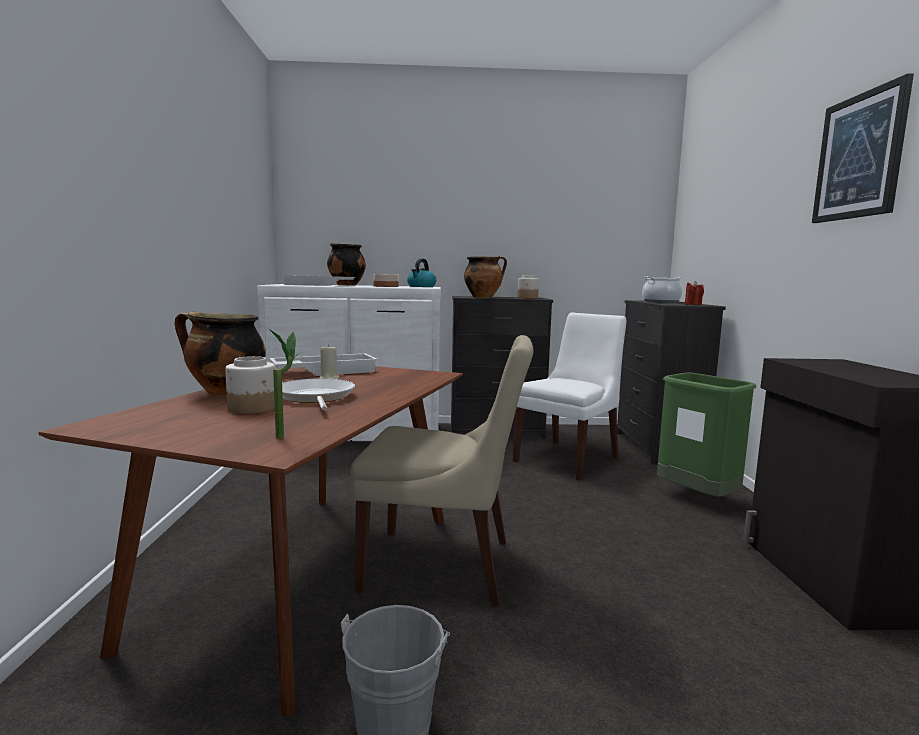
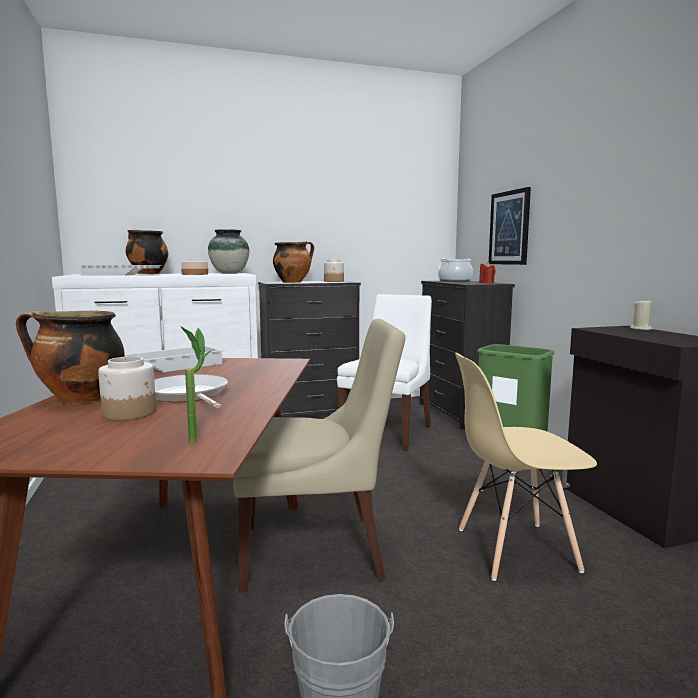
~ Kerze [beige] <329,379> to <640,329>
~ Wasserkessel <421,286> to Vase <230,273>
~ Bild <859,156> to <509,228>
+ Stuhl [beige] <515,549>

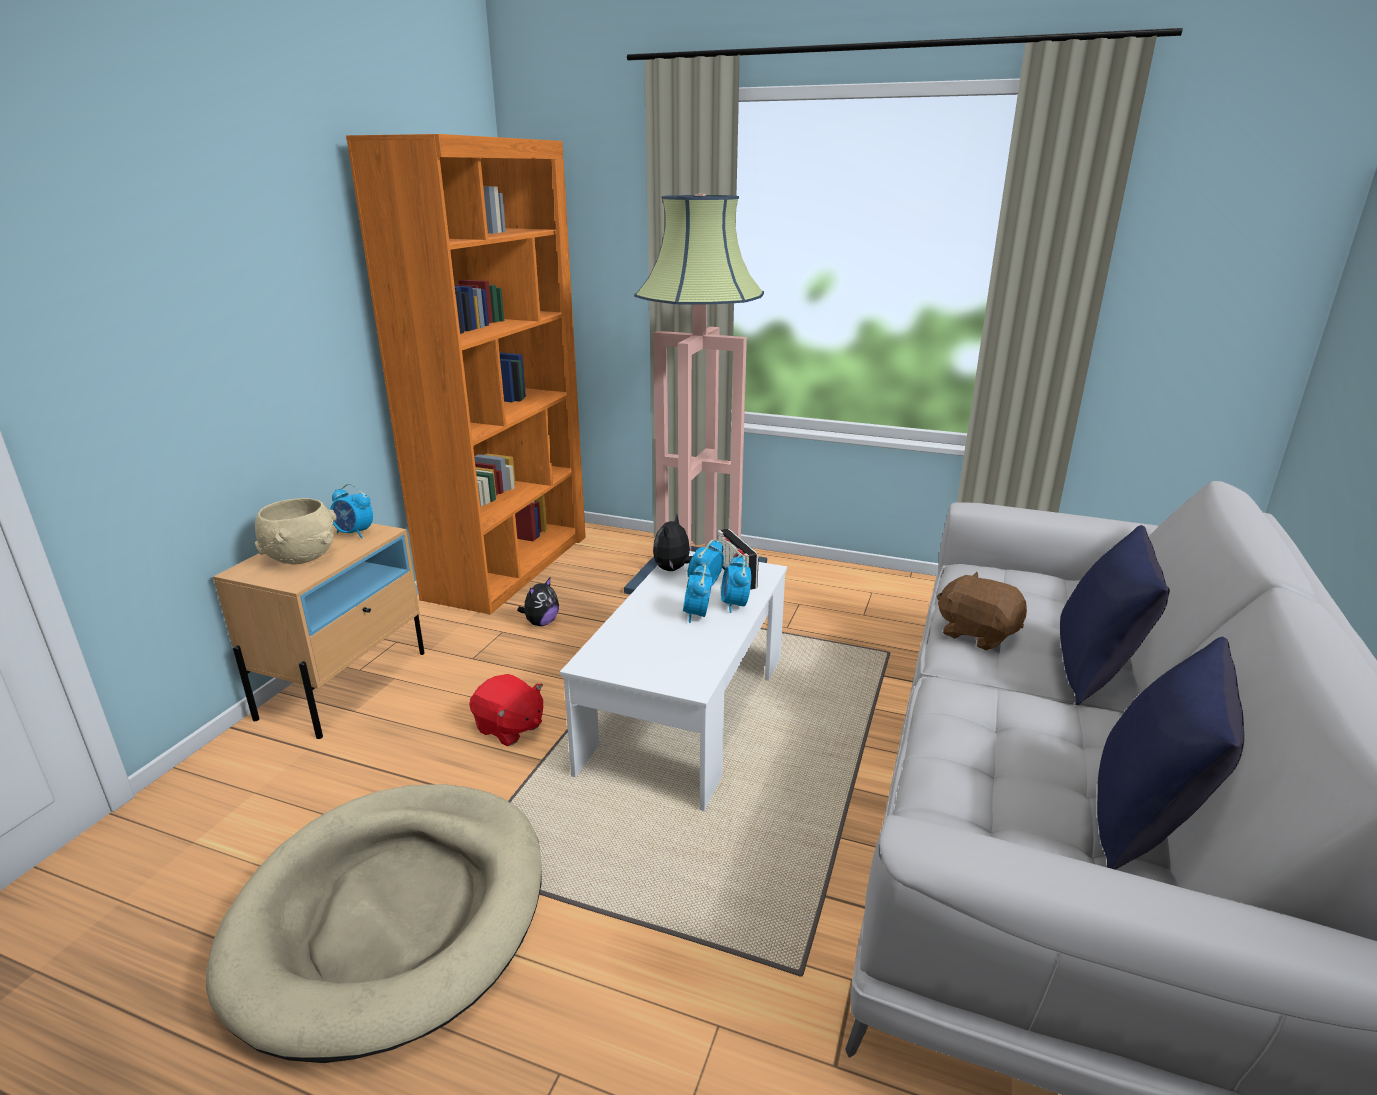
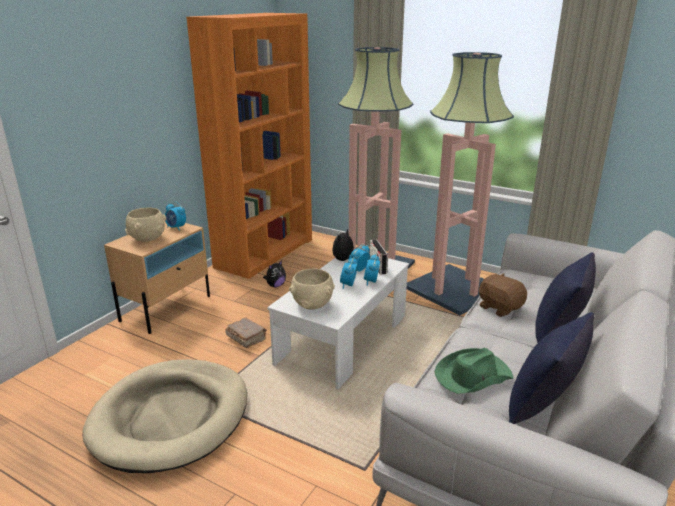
~ Plüschtier [rot] <509,728> to Buch [braun] <246,338>
+ Schüssel [beige] <312,304>
+ Stehlampe <453,289>
+ Hut [grün] <472,376>

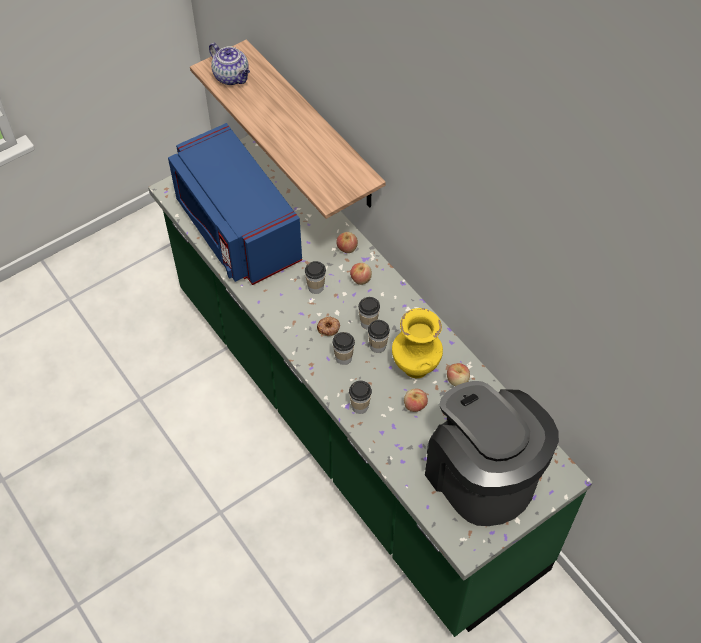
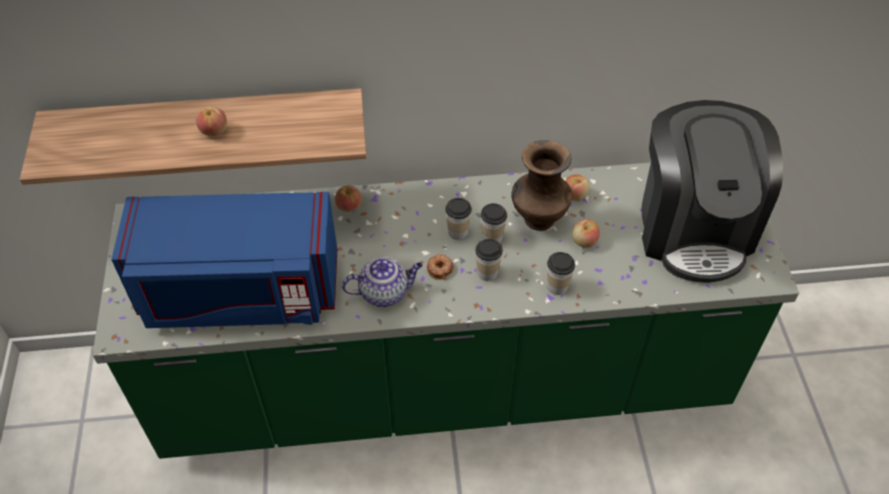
~ Teekanne <232,77> to <384,292>
- Tasse <316,287>
~ Apfel <361,279> to <214,131>
~ Vase [gelb] <415,366> to Vase [braun] <537,220>
~ Kaffeemaschine <481,475> = <693,228> 90 degrees counterclockwise

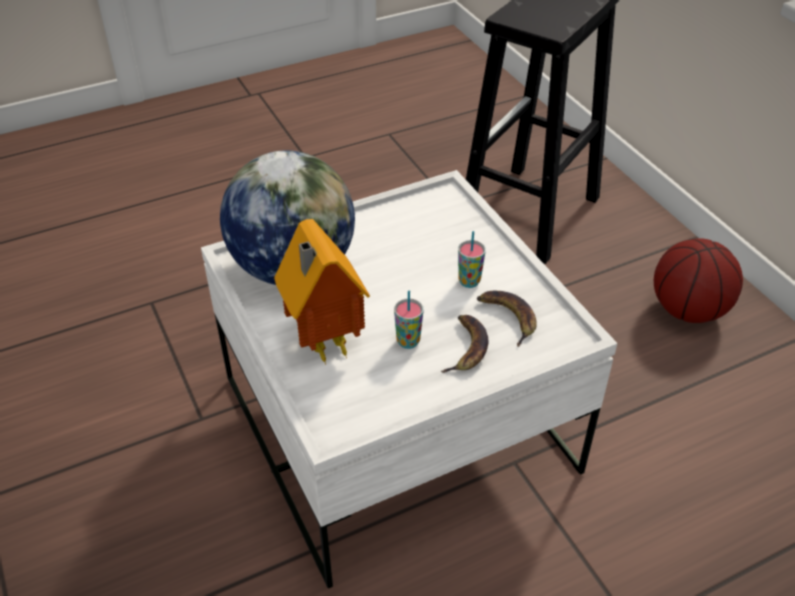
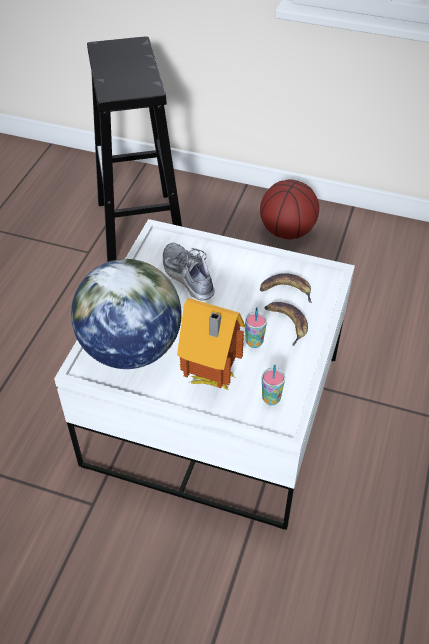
~ Tasse <469,281> to <271,399>
+ Schuh <187,277>

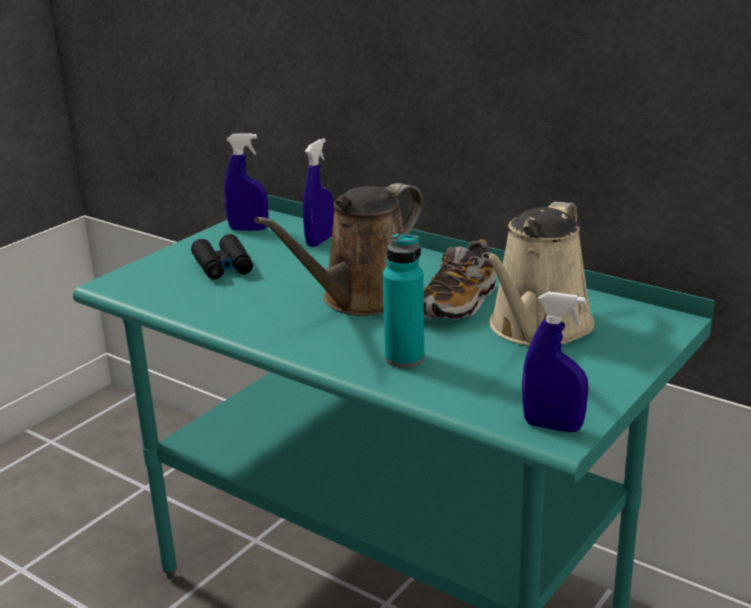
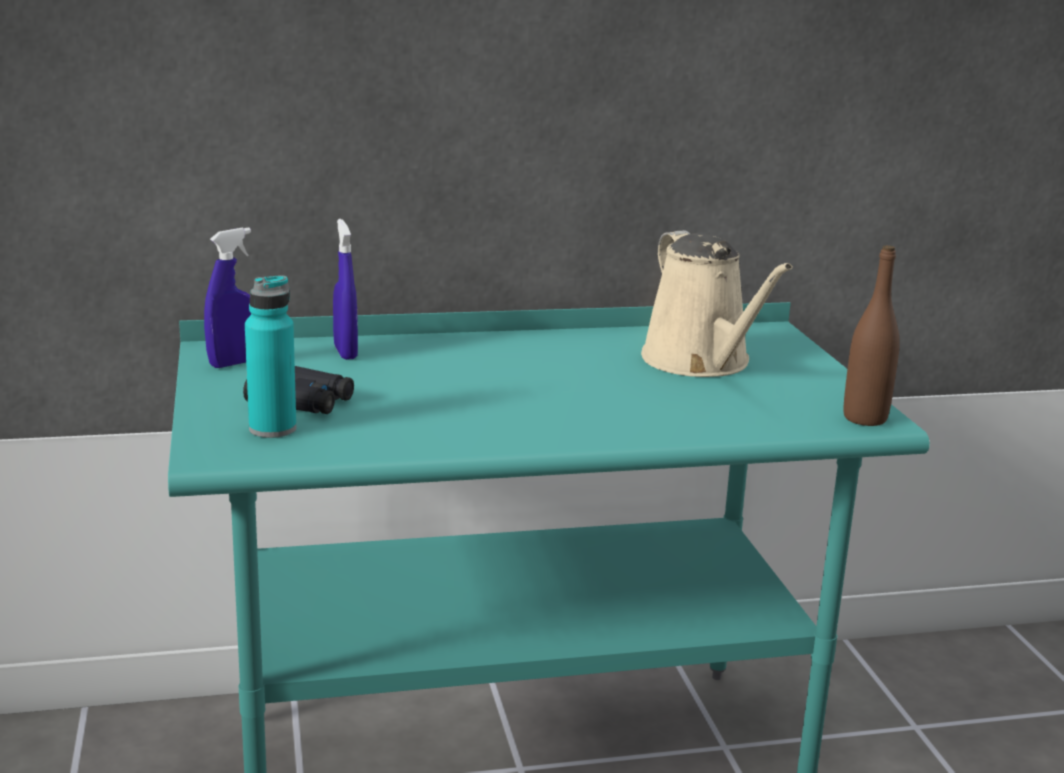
- Gießkanne [braun] <363,299>
~ Flasche [türkis] <404,358> to <272,429>
- Schuh <459,303>
~ Sprühflasche [blau] <552,426> to Flasche [braun] <865,418>

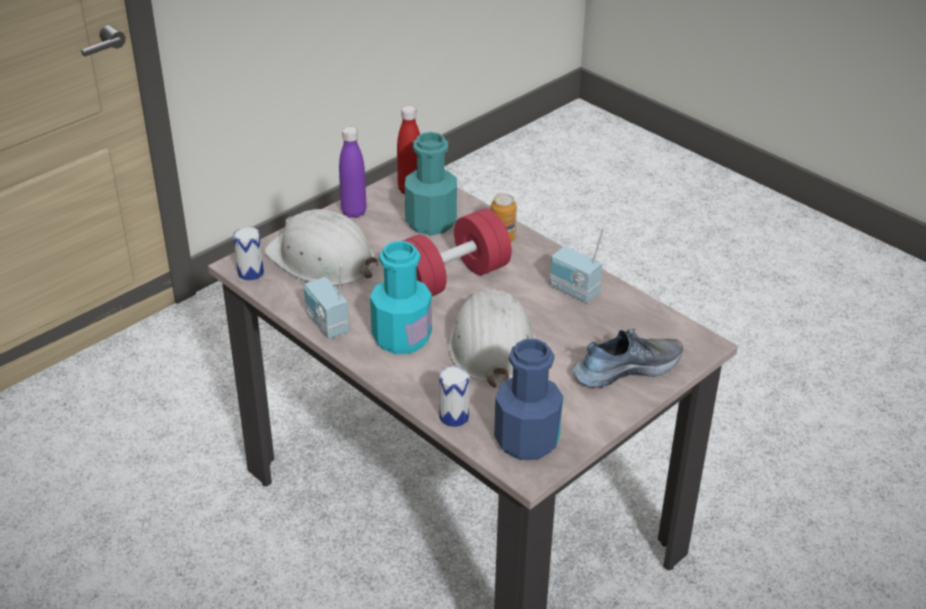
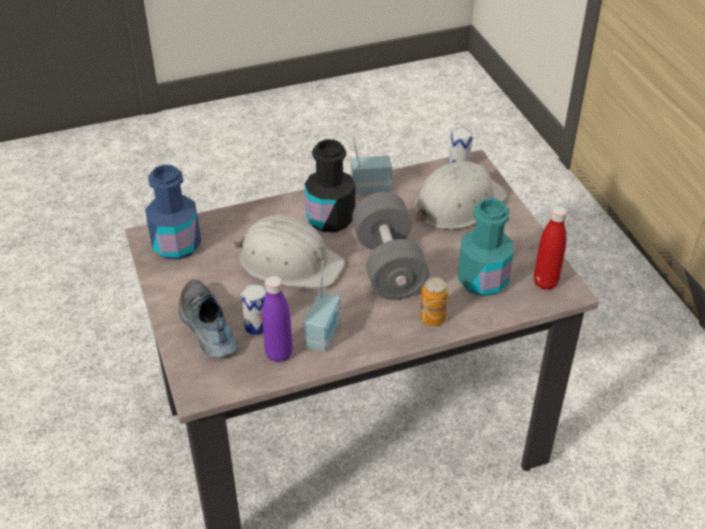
~ Flasche [lila] <354,212> to <279,354>
~ Flasche [türkis] <402,338> to Flasche [schwarz] <330,219>
~ Hantel [rot] <450,279> to Hantel [grau] <388,266>
~ Dose <454,417> to <257,326>
~ Radio <573,292> = <324,335> 135 degrees clockwise
~ Schuh <625,368> = <206,327> 150 degrees clockwise

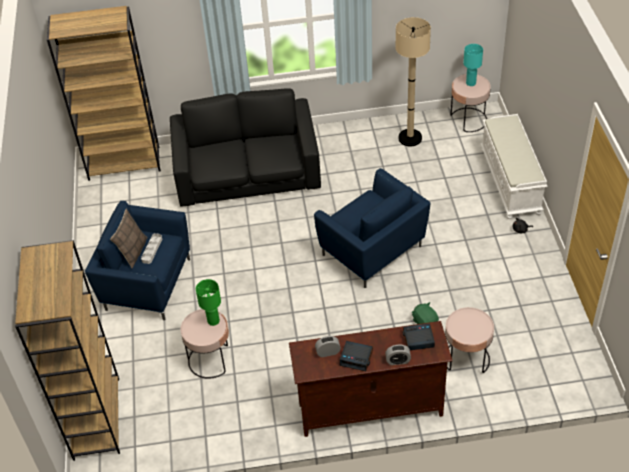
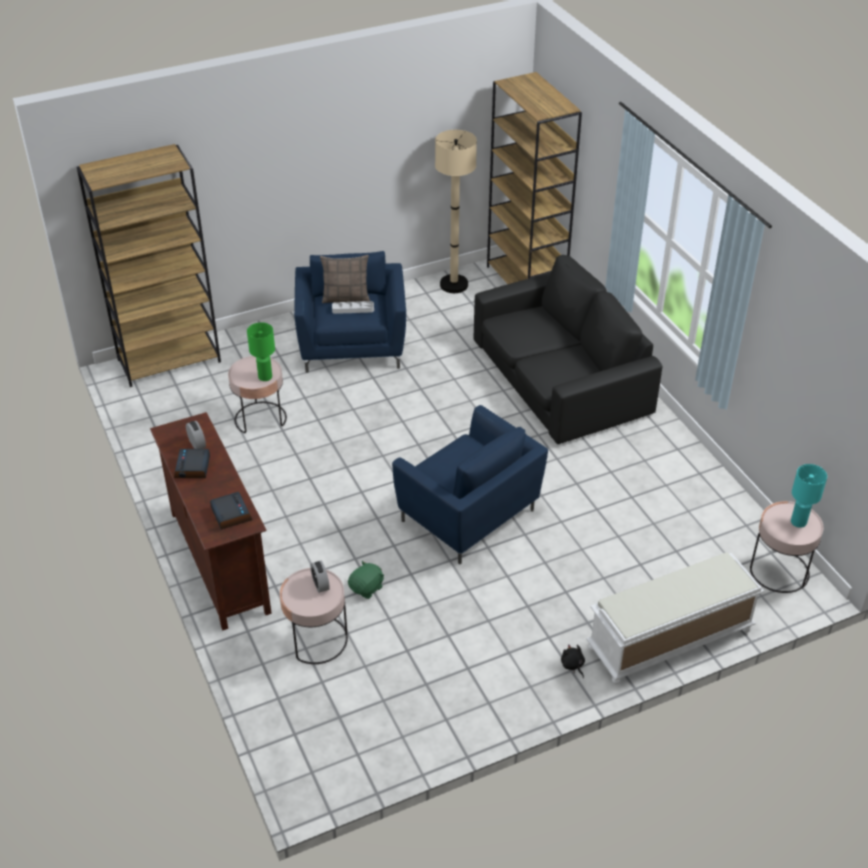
~ Sessel [blau] <372,251> = <469,517> 75 degrees counterclockwise
~ Wecker <398,361> to <320,584>
~ Stehlampe [beige] <410,138> to <454,285>

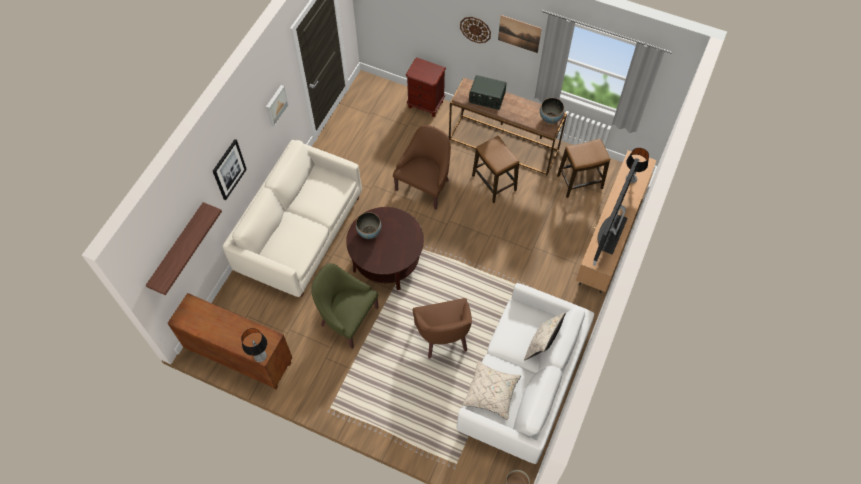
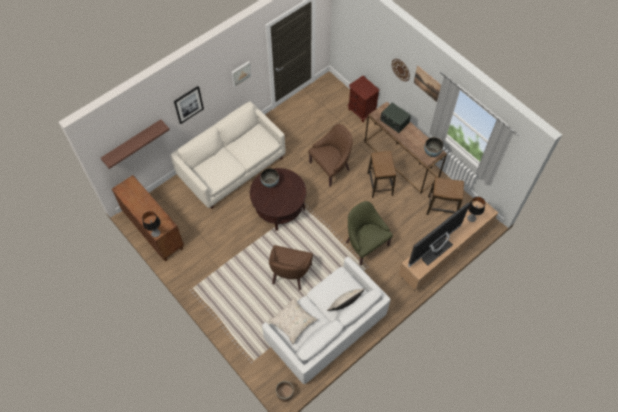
~ Sessel [grün] <347,318> to <365,244>

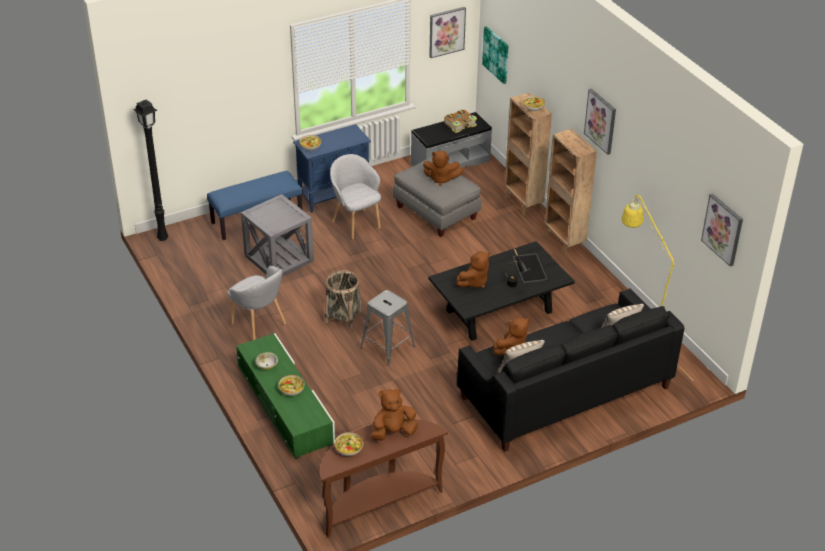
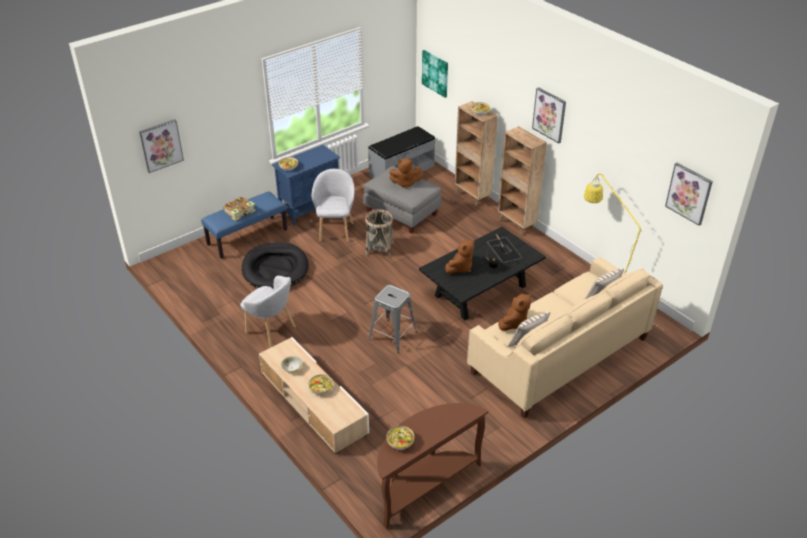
- Stehlampe [schwarz] <164,238>
~ Fernsehschrank [grün] <285,405> to Fernsehschrank [beige] <313,403>
~ Beistelltisch [grau] <279,258> to Hundebett [schwarz] <275,269>
~ Korb <343,316> to <379,248>
~ Sessel [grau] <356,223> = <335,230> 45 degrees clockwise
- Plüschtier [braun] <393,432>
~ Bild <446,31> to <161,145>
~ Buch <460,125> to <240,212>
~ Sofa [schwarz] <564,392> to Sofa [beige] <559,355>

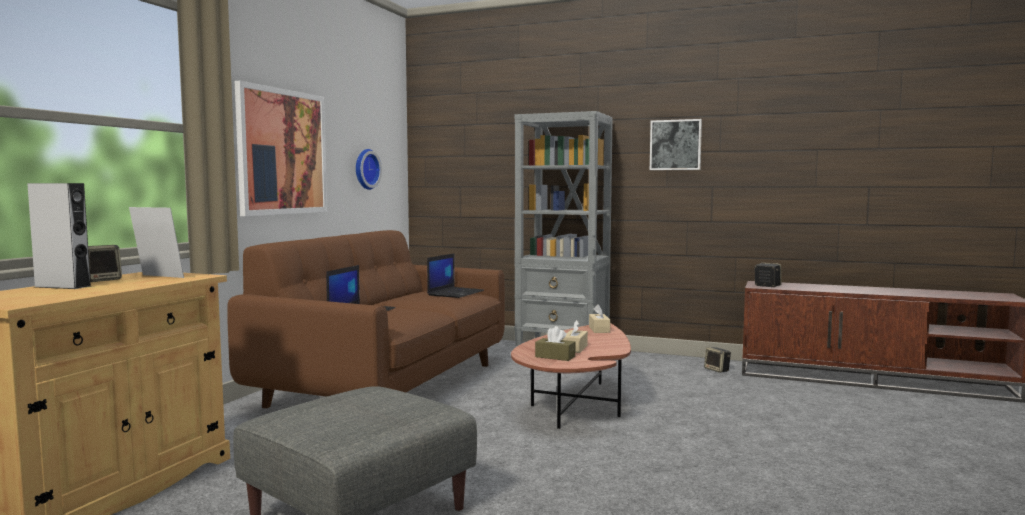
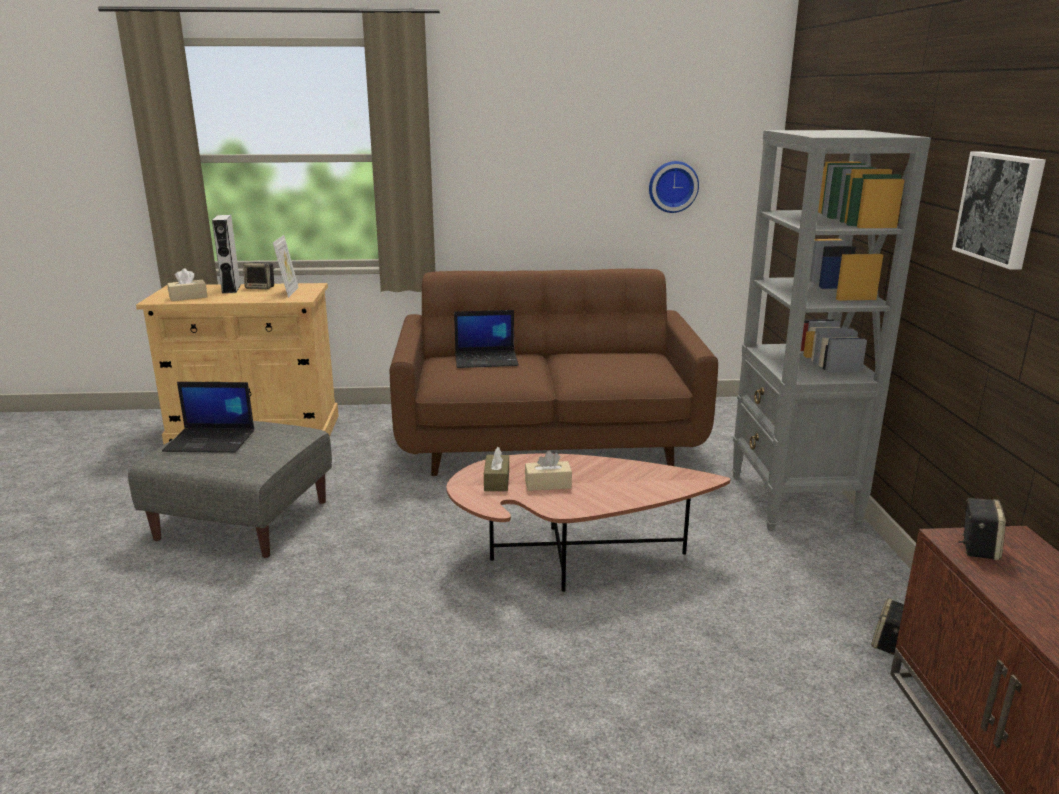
- Bild <282,152>
~ Laptop <455,293> to <211,441>
~ Taschentuchbox [beige] <599,329> to <188,297>

